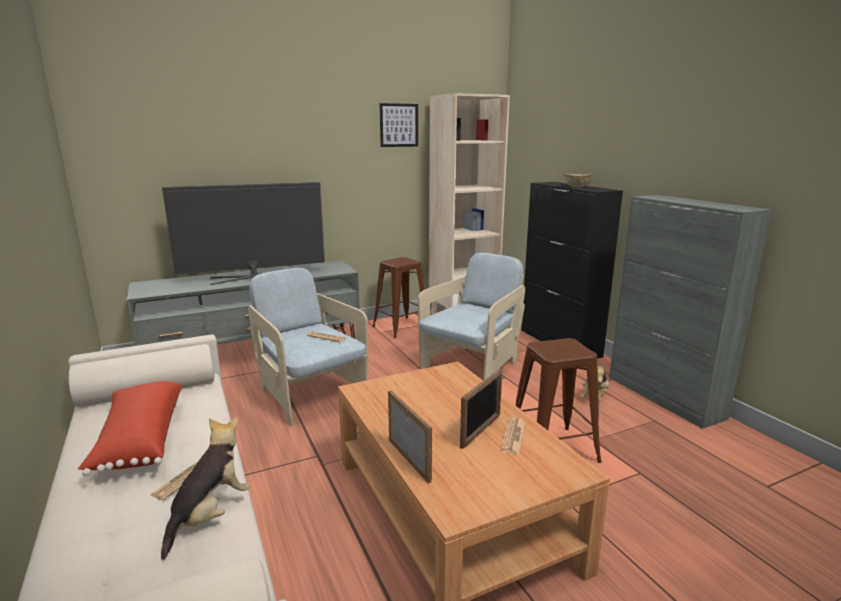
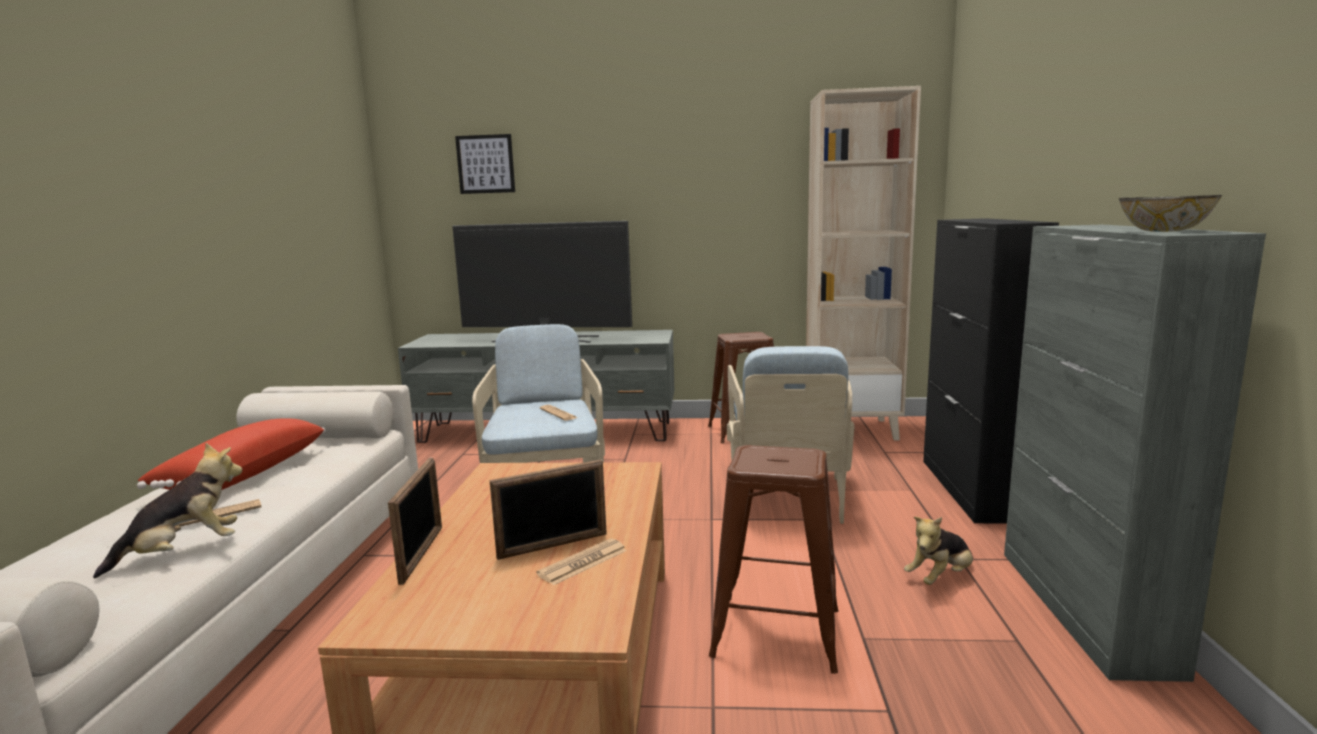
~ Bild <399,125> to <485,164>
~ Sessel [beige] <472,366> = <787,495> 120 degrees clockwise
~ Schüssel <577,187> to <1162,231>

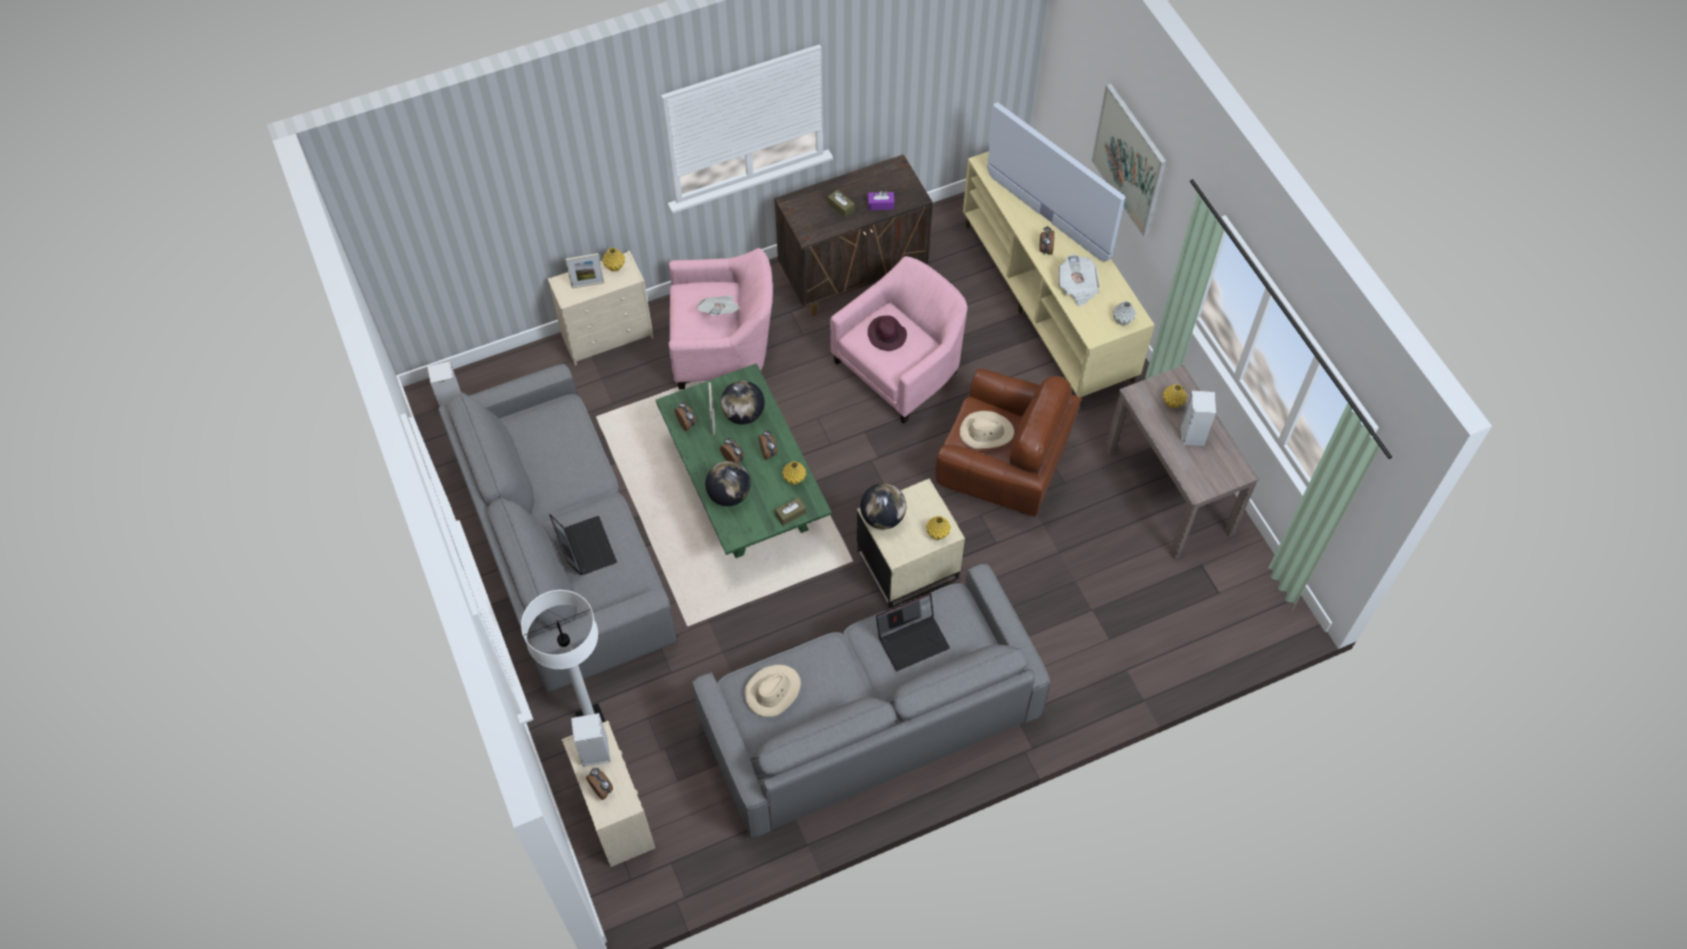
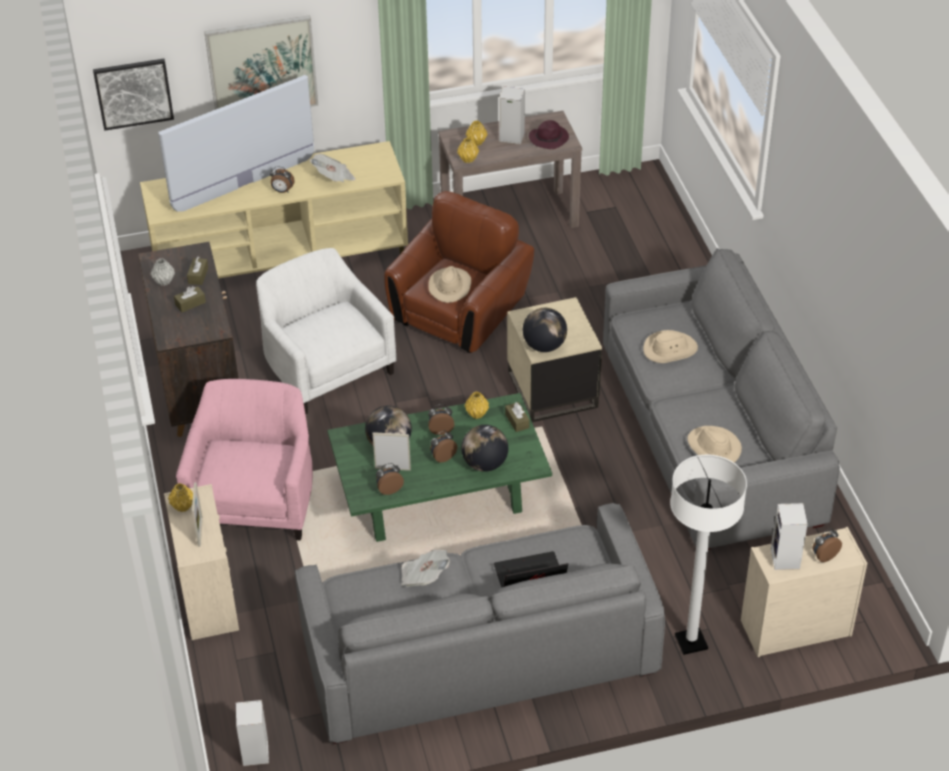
~ Zeitung <720,312> to <424,576>
~ Sessel [rosa] <900,367> to Sessel [weiß] <326,367>
~ Taschentuchbox [lila] <881,204> to Taschentuchbox [braun] <198,276>
~ Hut [lila] <887,335> to <549,138>
~ Laptop <913,639> to Hut [beige] <670,350>
~ Vase [gelb] <937,533> to <468,160>
~ Vase [grau] <1122,320> to <164,281>
+ Bild <133,93>

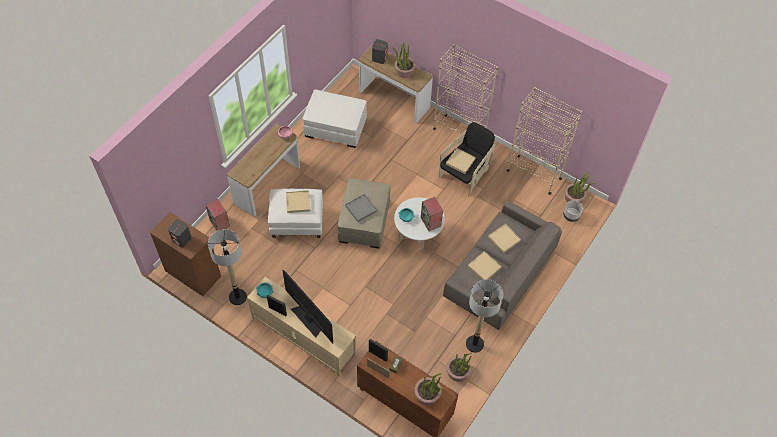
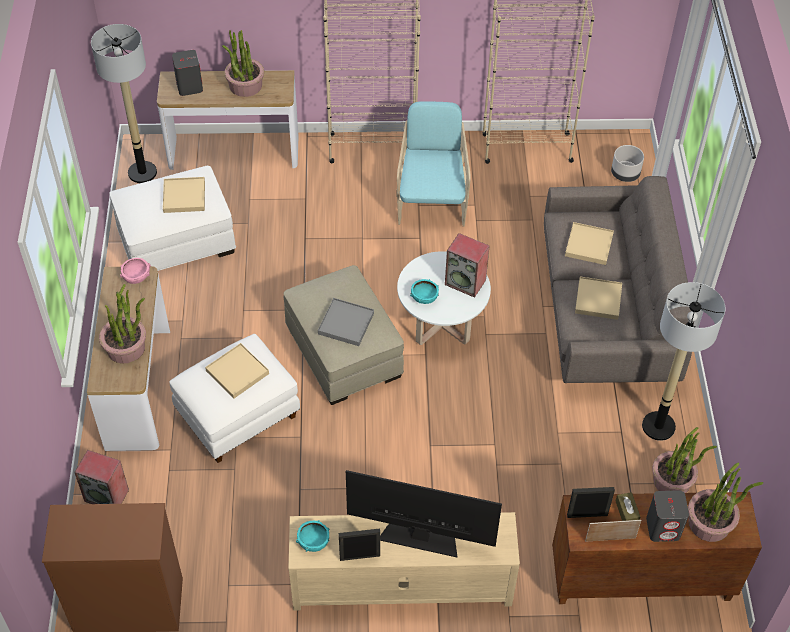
~ Lautsprecher [grau] <182,239> to <663,528>
~ Stehlampe <237,297> to <142,172>
~ Sessel [schwarz] <464,174> to Sessel [türkis] <431,200>
~ Tablett [beige] <460,161> to <184,196>
~ Topfpflanze <574,197> to <126,347>

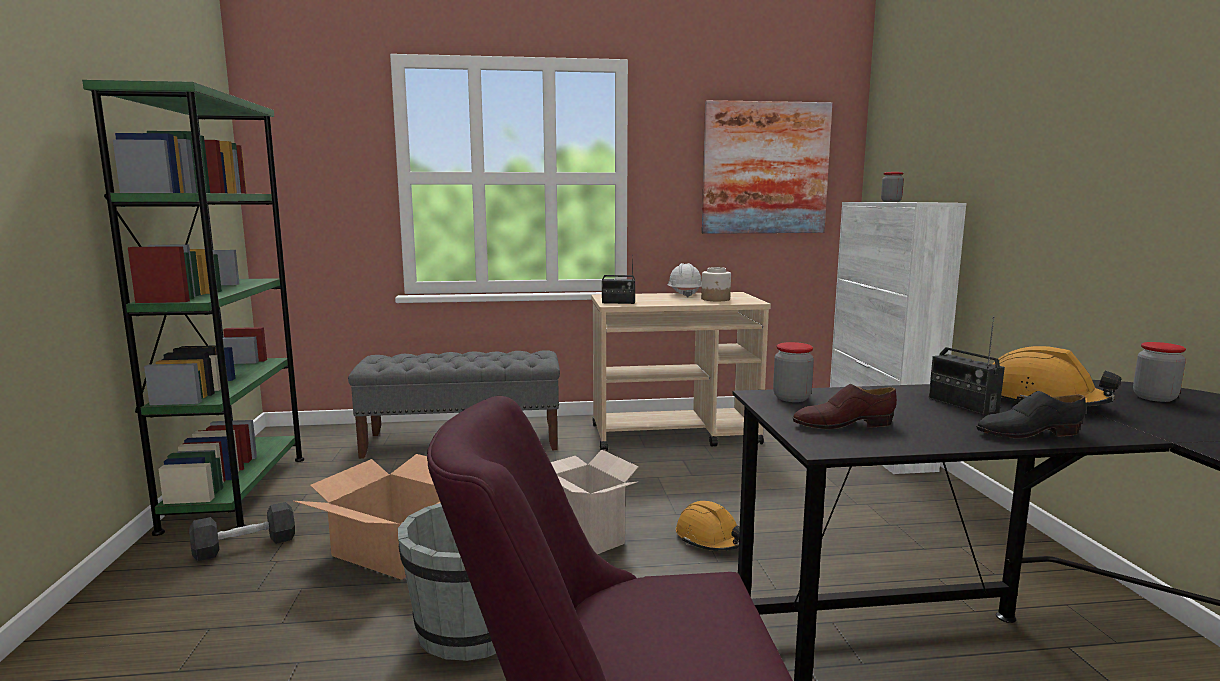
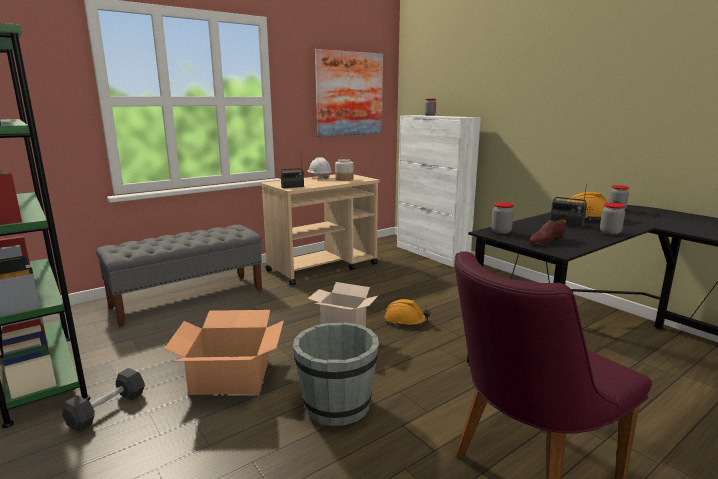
~ Schuh [schwarz] <1027,433> to Vorratsglas <610,232>

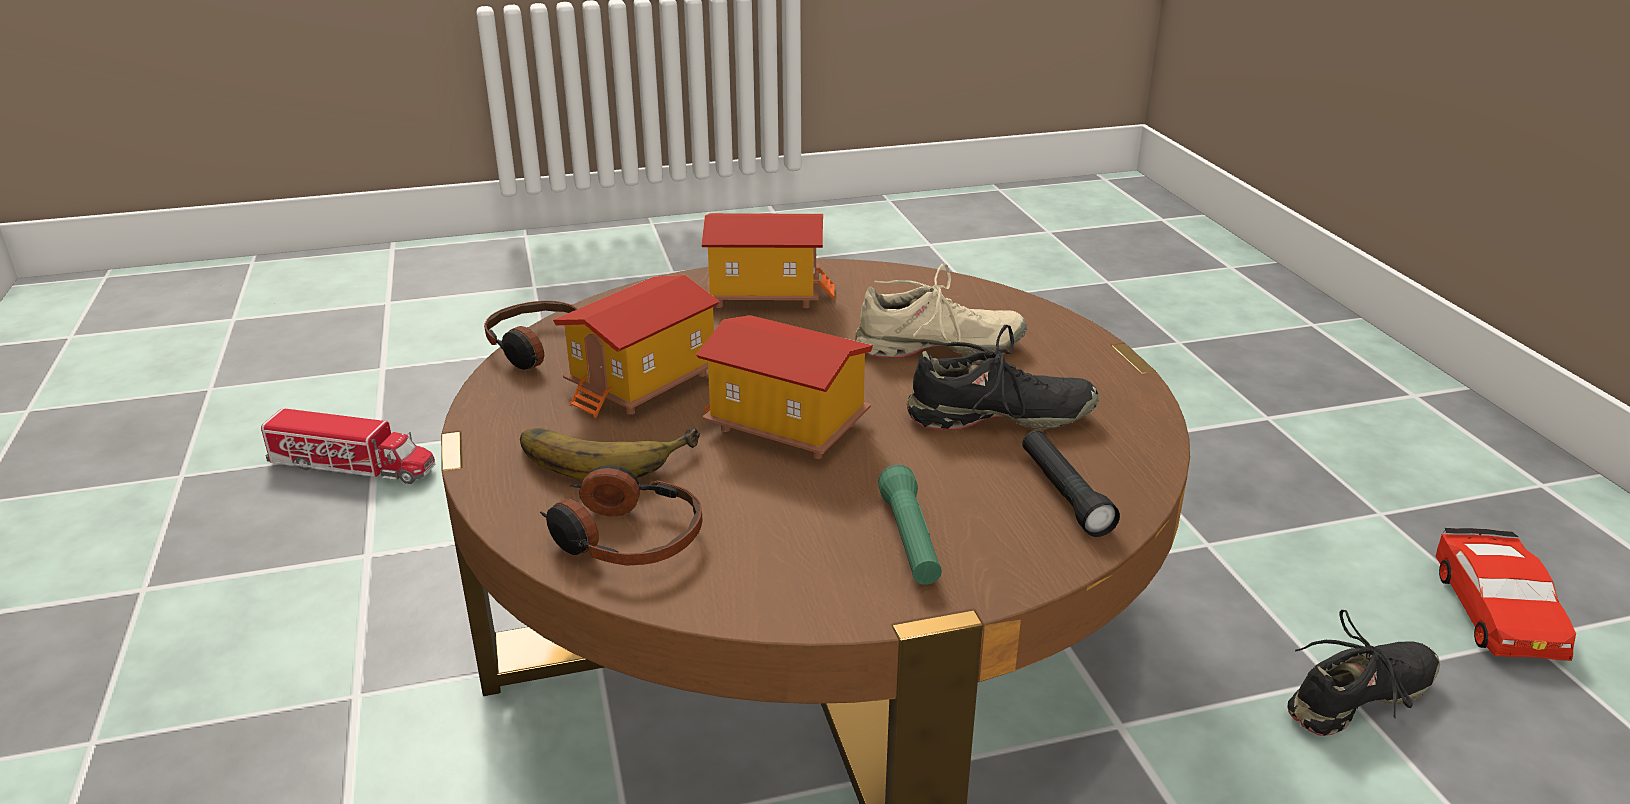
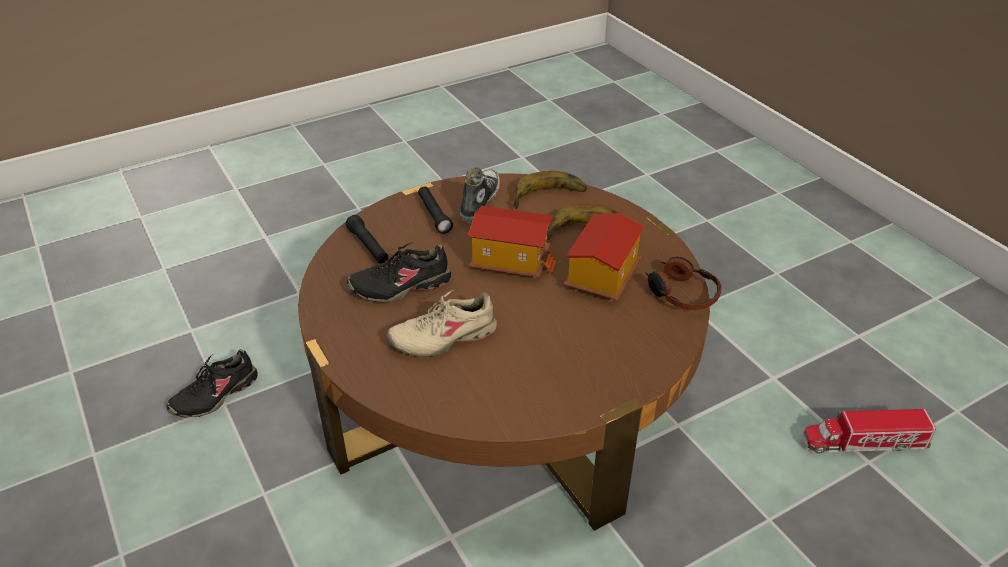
~ Kopfhörer <624,538> to Banane <549,198>
- Spielzeughaus <765,293>
~ Taschenlampe [grün] <910,539> to Taschenlampe [schwarz] <434,215>
- Spielzeugauto [rot] <1497,611>
+ Schuh <479,202>

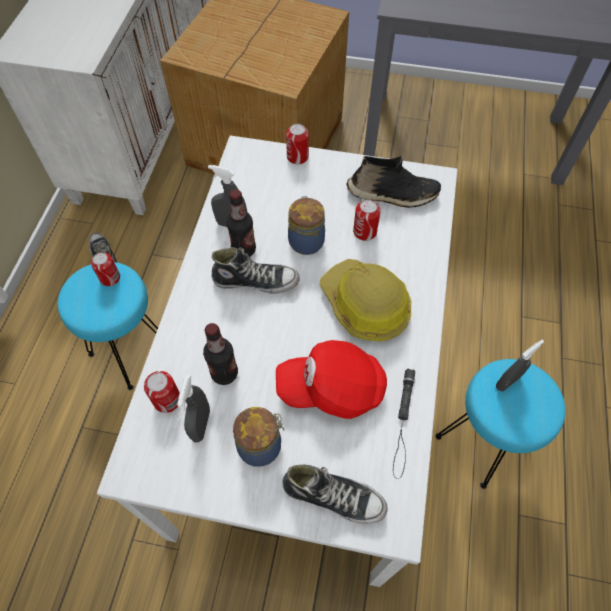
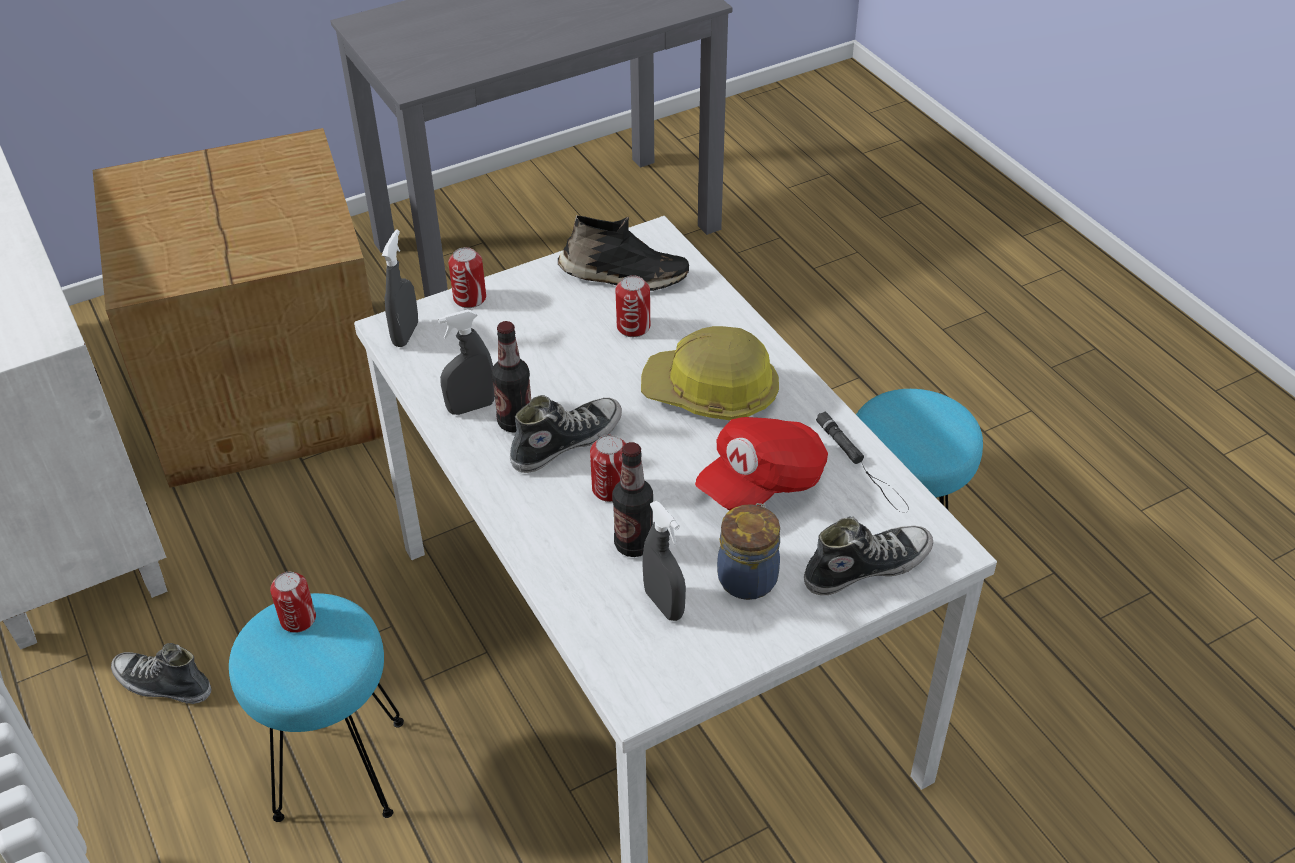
~ Dose <167,400> to <611,489>
- Vorratsglas <306,240>
~ Schuh [schwarz] <392,194> = <623,276> 45 degrees clockwise
~ Sprühflasche [grau] <507,382> to <405,334>

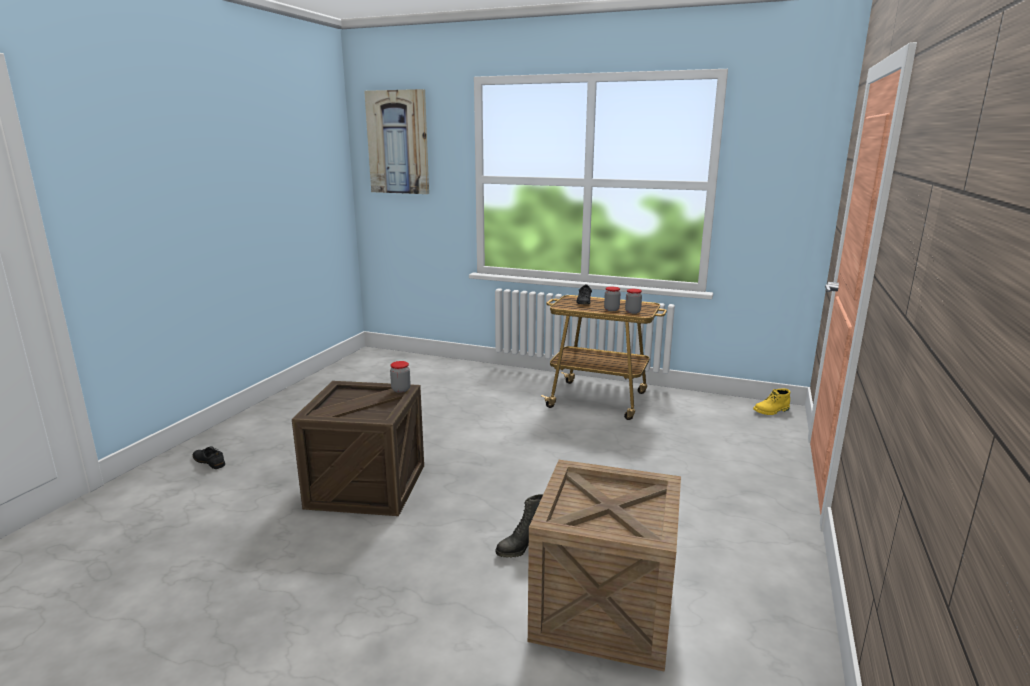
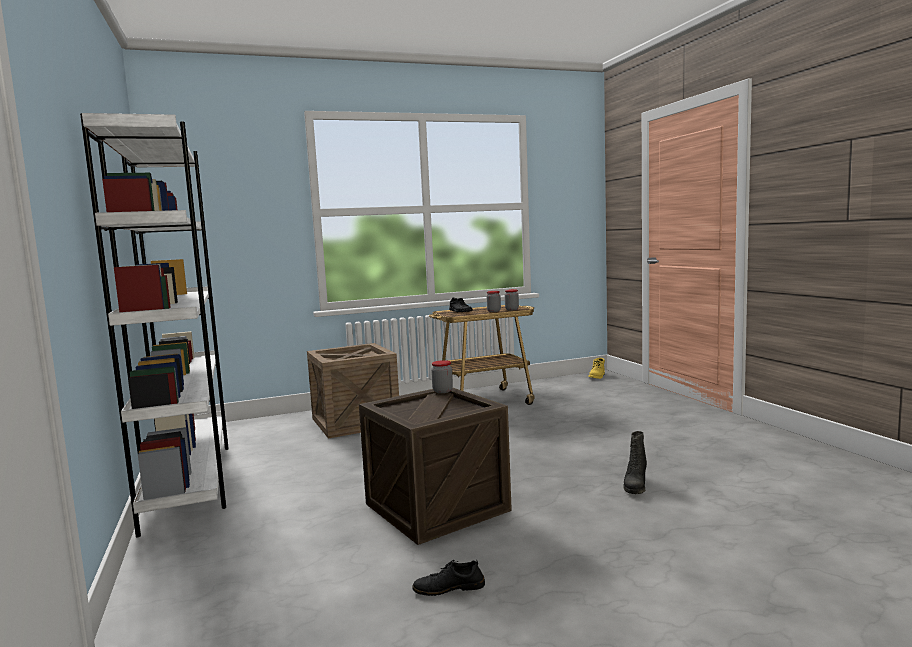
~ Schuh [schwarz] <209,462> to <449,588>
- Bild <398,142>
~ Kiste <604,609> to <355,422>
+ Bücherregal [weiß] <190,480>

